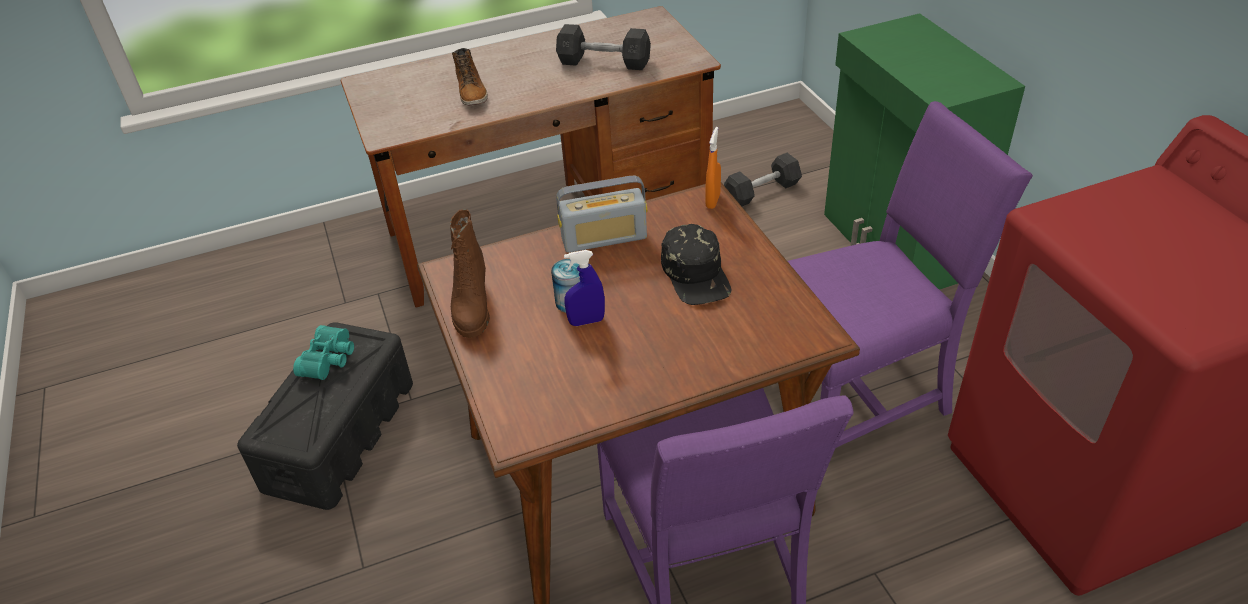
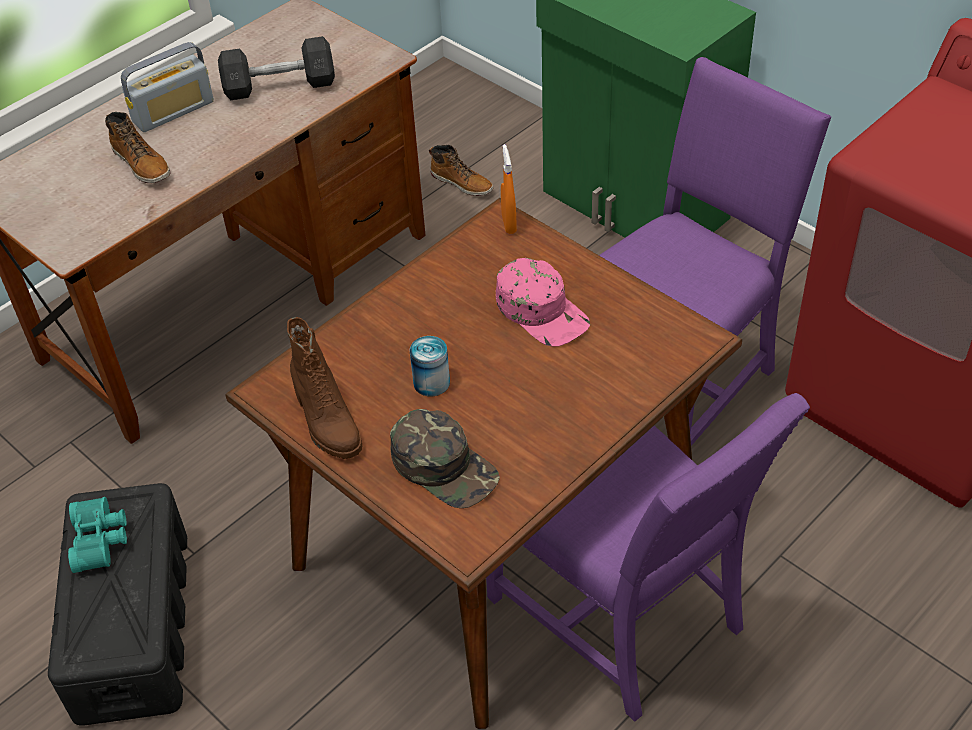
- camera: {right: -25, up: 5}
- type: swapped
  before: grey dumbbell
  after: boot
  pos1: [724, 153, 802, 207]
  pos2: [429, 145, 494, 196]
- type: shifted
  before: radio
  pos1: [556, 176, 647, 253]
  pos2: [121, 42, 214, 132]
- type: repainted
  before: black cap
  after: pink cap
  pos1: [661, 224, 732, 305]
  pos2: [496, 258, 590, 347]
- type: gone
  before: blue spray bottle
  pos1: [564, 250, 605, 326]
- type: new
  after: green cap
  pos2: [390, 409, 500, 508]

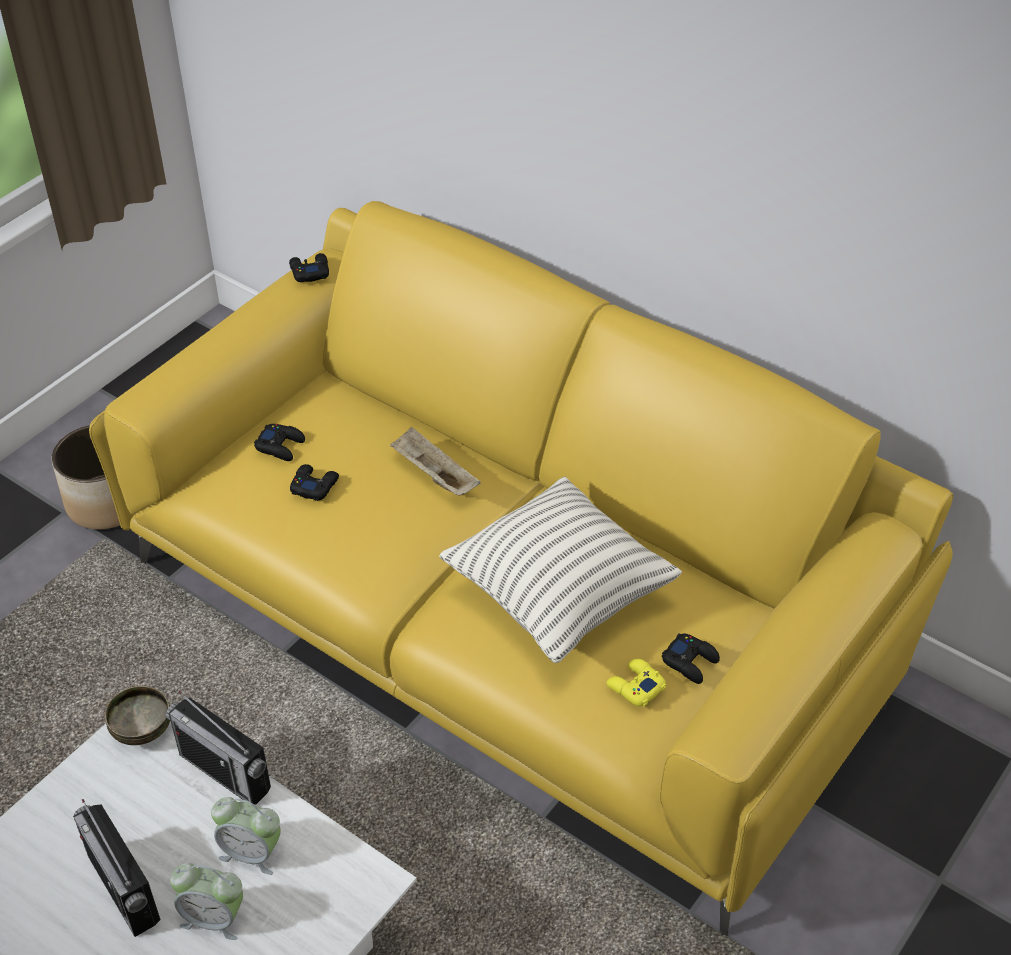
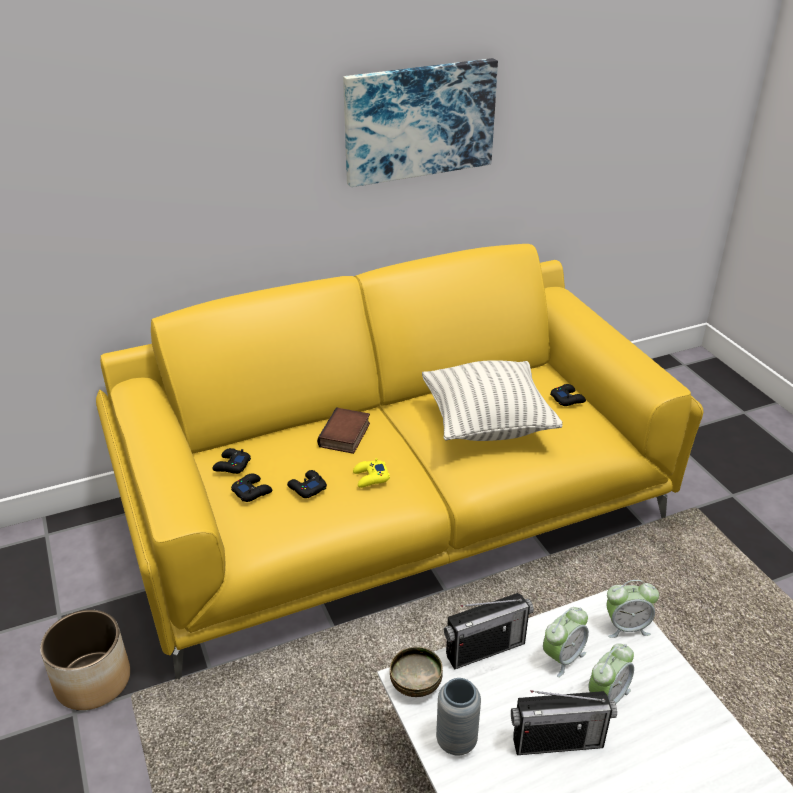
- camera: {right: -60, up: -10}
- type: shifted
  before: black game controller
  pos1: [289, 253, 329, 282]
  pos2: [212, 448, 251, 474]
- type: swapped
  before: beige tray
  after: book
  pos1: [390, 427, 481, 496]
  pos2: [317, 407, 370, 454]
- type: shifted
  before: yellow game controller
  pos1: [606, 659, 666, 706]
  pos2: [353, 458, 390, 488]
- type: new
  after: picture
  pos2: [343, 58, 498, 187]
- type: new
  after: alarm clock
  pos2: [607, 580, 659, 638]
- type: new
  after: grey vase
  pos2: [436, 678, 481, 755]

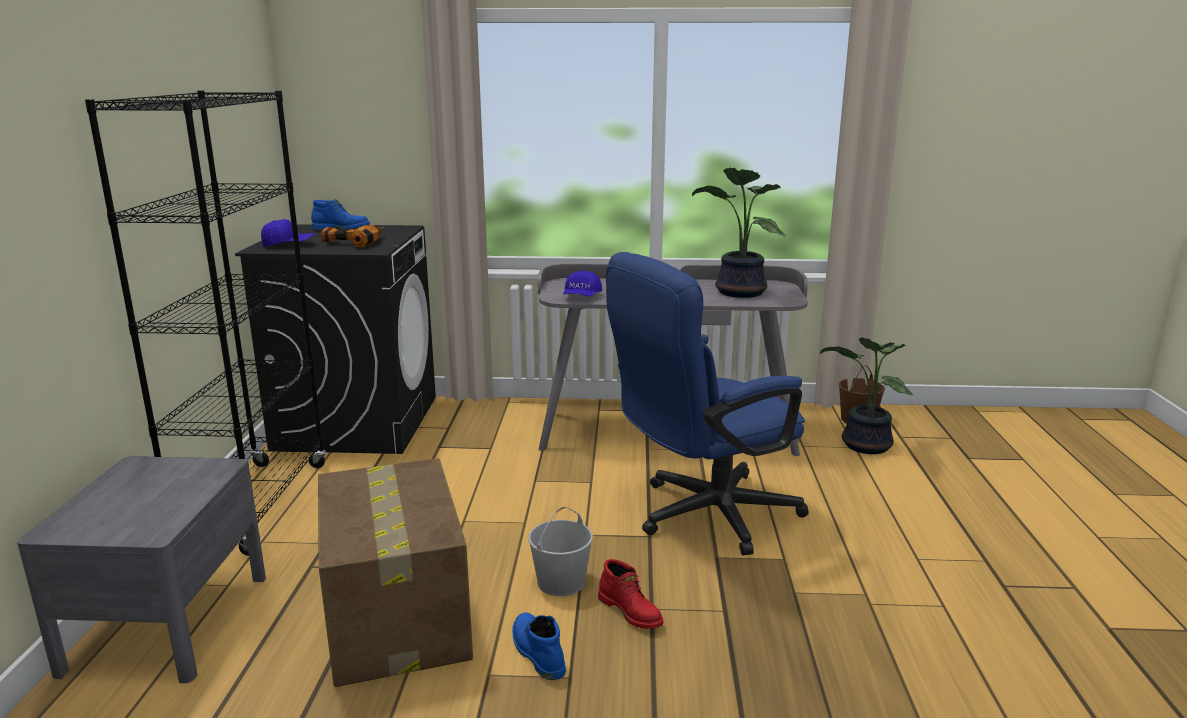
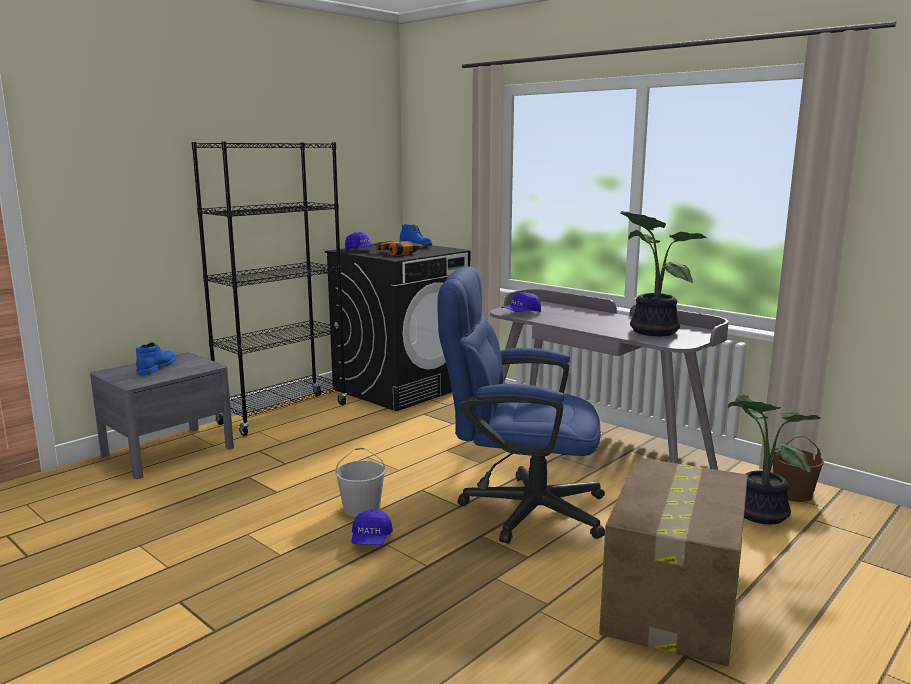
- camera: {right: 40, up: -5}
- type: shifted
  before: cardboard box
  pos1: [318, 458, 473, 687]
  pos2: [599, 457, 748, 666]
- type: swapped
  before: red boot
  after: blue cap
  pos1: [598, 559, 663, 629]
  pos2: [351, 509, 393, 545]
- type: shifted
  before: blue boot
  pos1: [512, 612, 566, 680]
  pos2: [136, 342, 176, 376]

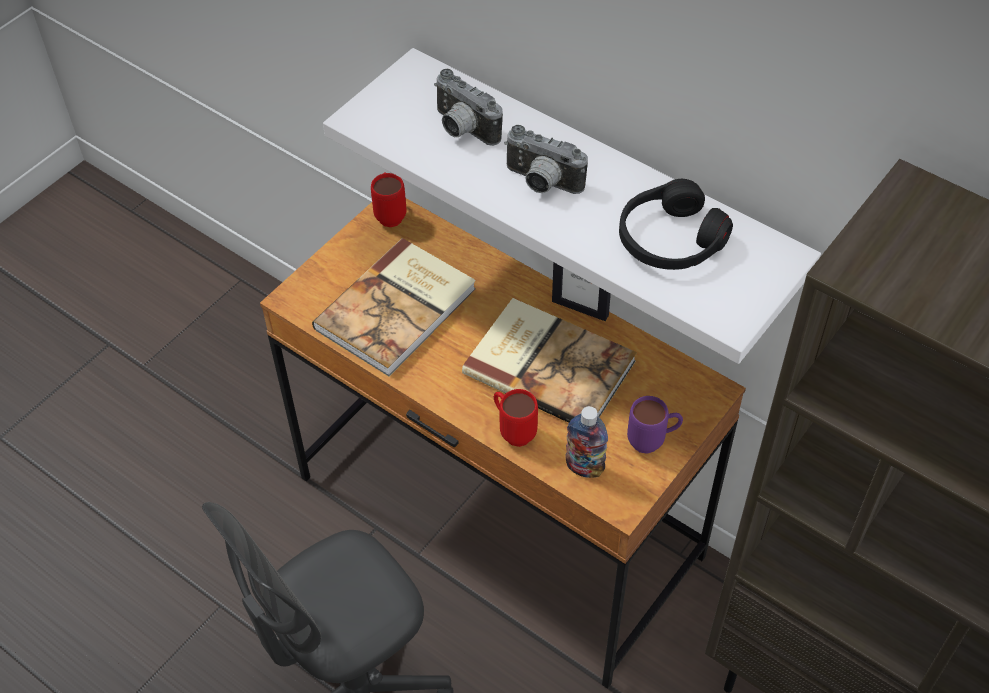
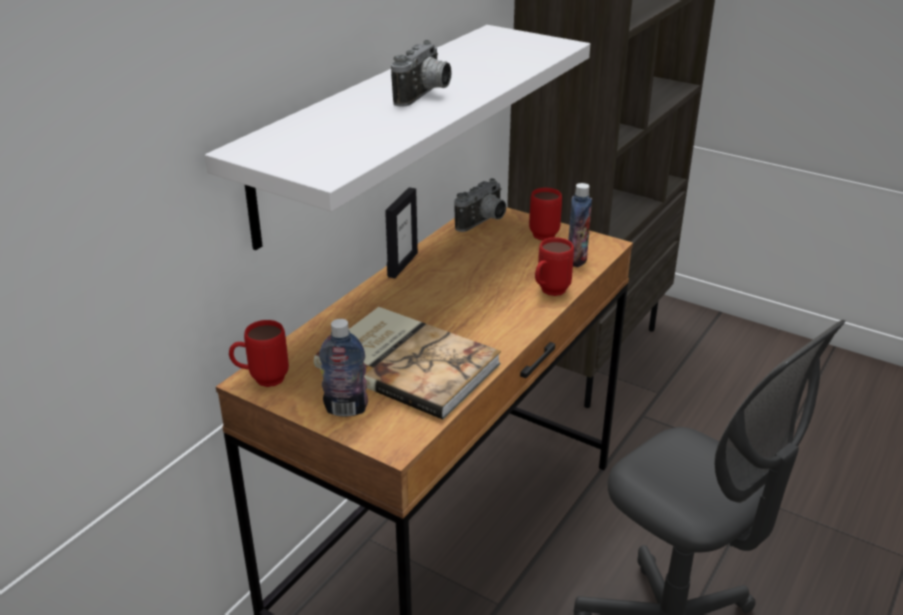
- camera: {right: -95, up: -20}
- type: shifted
  before: photo camera
  pos1: [434, 69, 503, 146]
  pos2: [454, 178, 506, 232]
- type: gone
  before: black headphones
  pos1: [619, 179, 733, 270]
- type: gone
  before: book
  pos1: [462, 298, 637, 423]
- type: repainted
  before: purple mug
  after: red mug
  pos1: [627, 396, 683, 454]
  pos2: [529, 188, 562, 240]
- type: new
  after: bottle
  pos2: [319, 319, 368, 417]

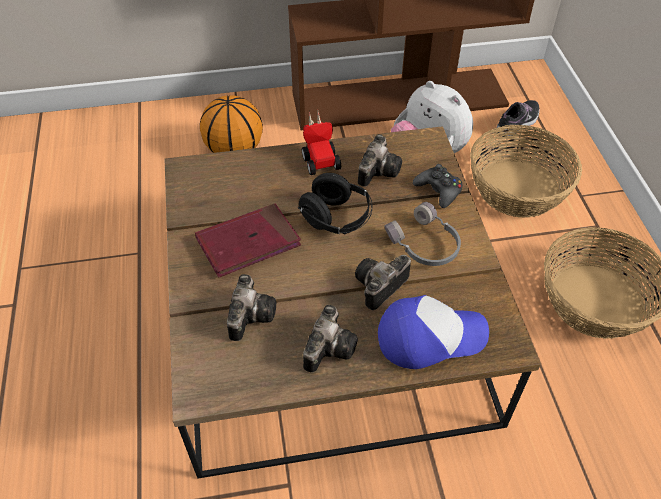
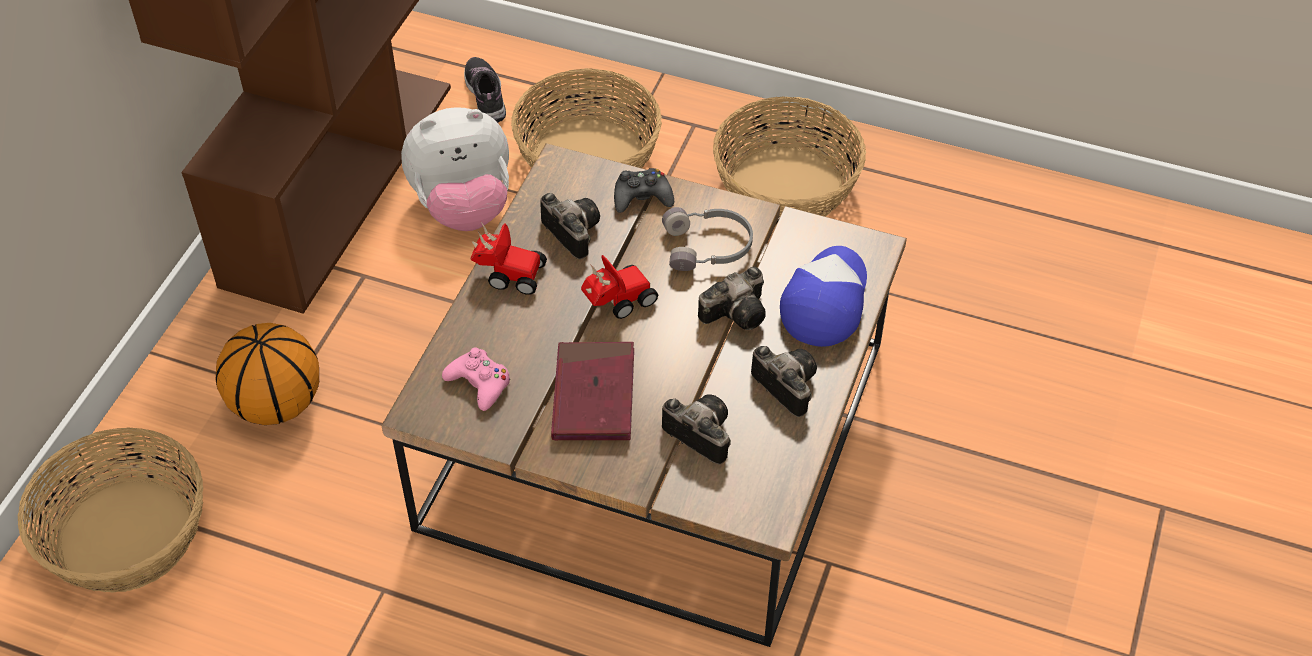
- camera: {right: -60, up: 0}
- type: swapped
  before: black headphones
  after: toy car
  pos1: [297, 173, 372, 234]
  pos2: [581, 255, 658, 319]
- type: rotated
  before: photo camera
  pos1: [355, 255, 411, 310]
  pos2: [698, 267, 766, 330]
  turn: -105
- type: new
  after: pink game controller
  pos2: [442, 347, 510, 411]
- type: new
  after: basket
  pos2: [18, 427, 203, 593]

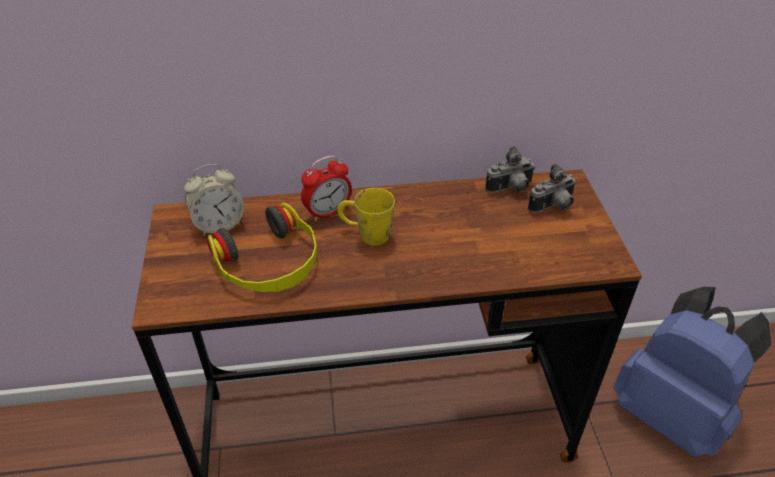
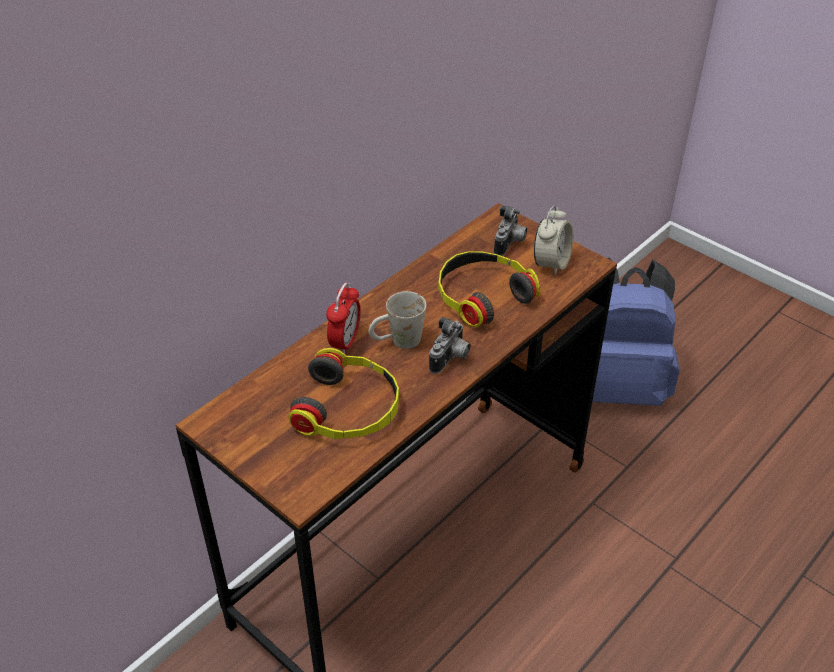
- camera: {right: -40, up: 0}
- type: shifted
  before: photo camera
  pos1: [485, 146, 535, 193]
  pos2: [429, 317, 471, 374]
- type: shifted
  before: alarm clock
  pos1: [184, 164, 244, 236]
  pos2: [534, 205, 573, 276]
- type: repainted
  before: yellow mug
  after: white mug
  pos1: [337, 188, 395, 246]
  pos2: [369, 291, 426, 349]
- type: new
  after: headphones
  pos2: [439, 251, 540, 327]

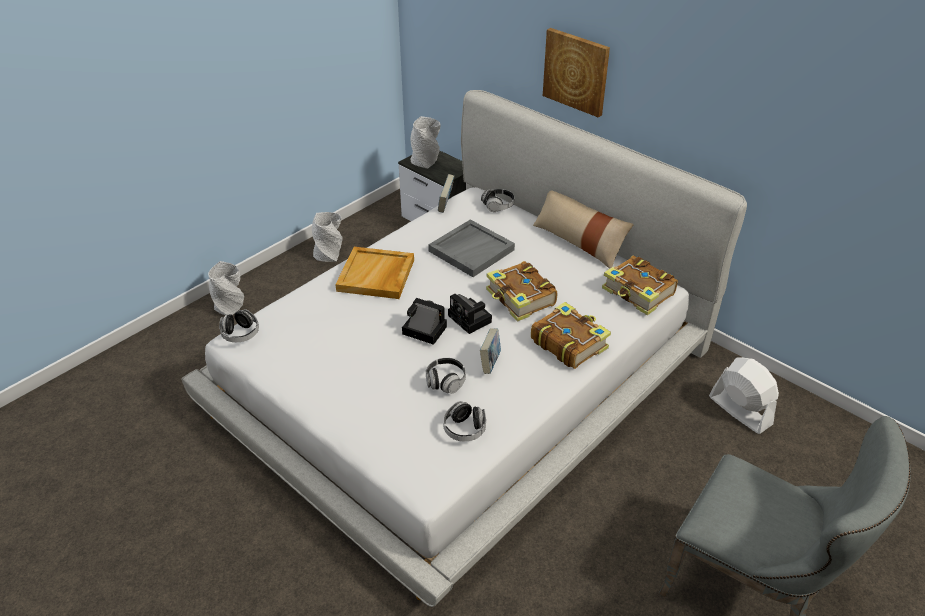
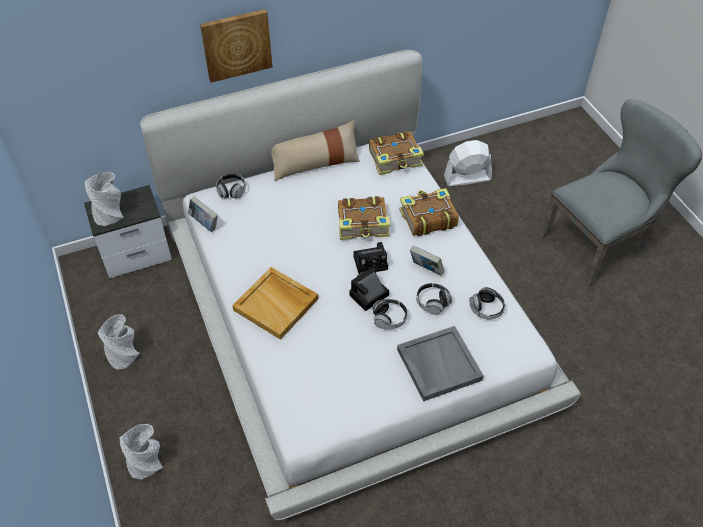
- camera: {right: -65, up: 10}
- type: shifted
  before: grey tray
  pos1: [428, 220, 515, 277]
  pos2: [397, 326, 484, 401]
- type: shifted
  before: headphones
  pos1: [219, 309, 259, 342]
  pos2: [372, 299, 408, 329]

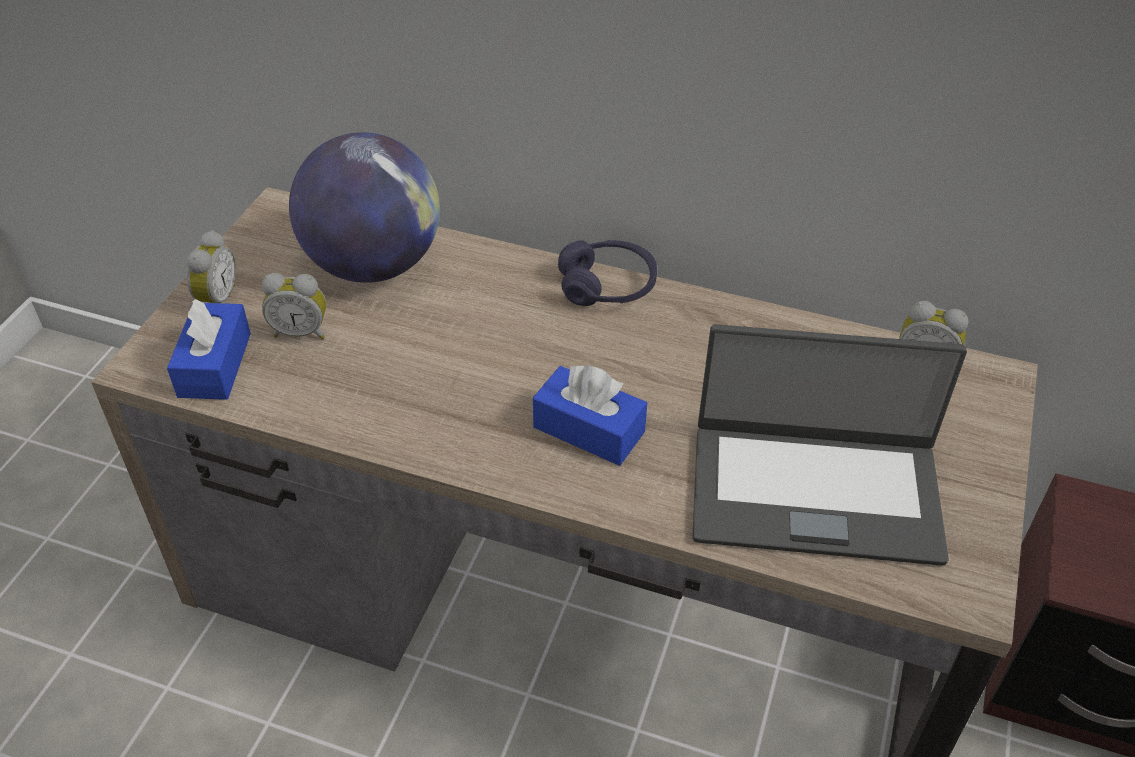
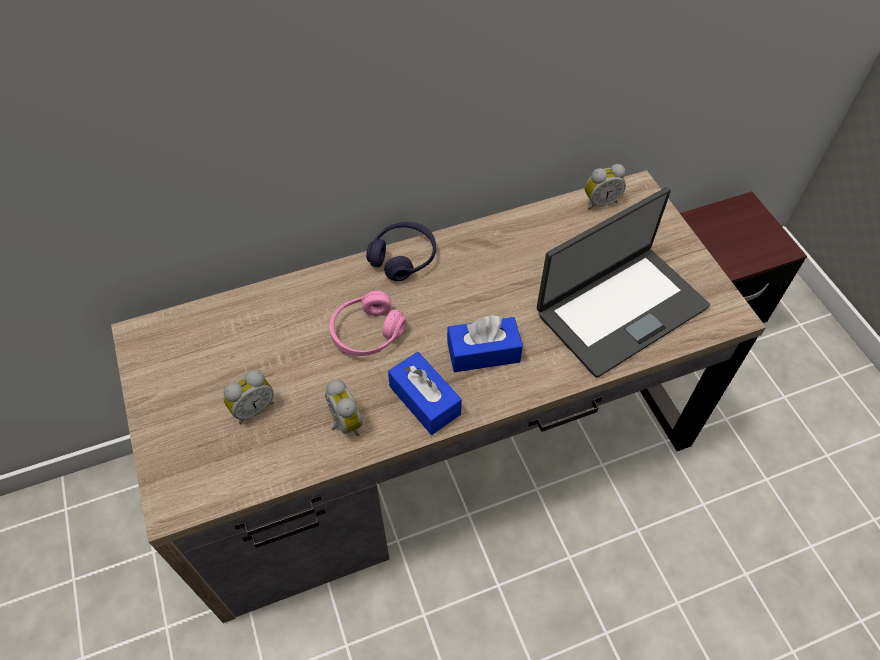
- camera: {right: -40, up: 10}
- type: gone
  before: globe
  pos1: [289, 132, 440, 283]
- type: shifted
  before: alarm clock
  pos1: [187, 230, 236, 303]
  pos2: [325, 380, 363, 436]
- type: shifted
  before: blue tissue box
  pos1: [167, 299, 251, 400]
  pos2: [388, 352, 462, 435]
- type: new
  after: pink headphones
  pos2: [329, 291, 406, 356]

